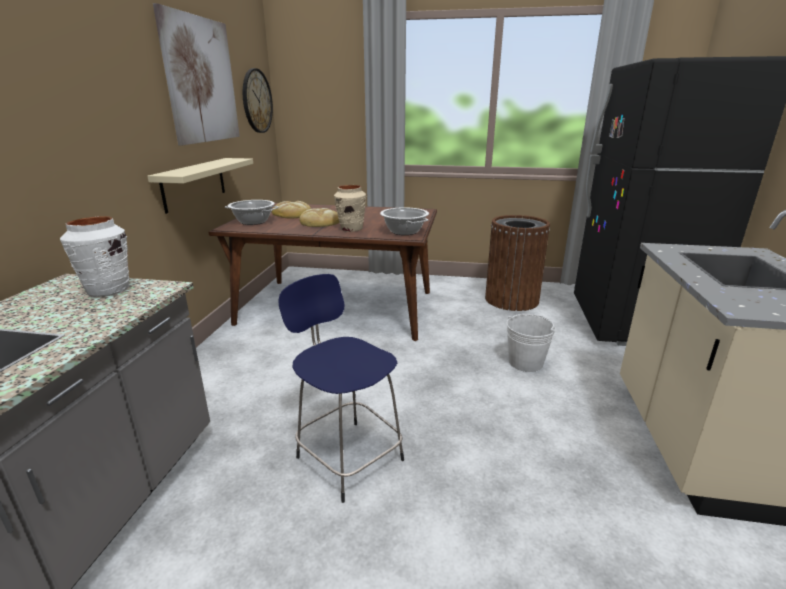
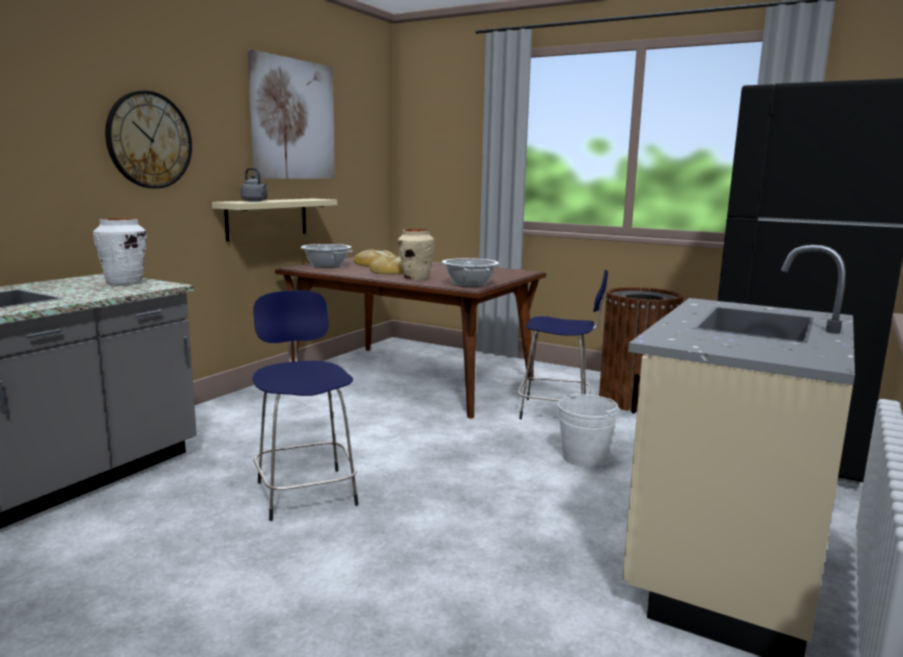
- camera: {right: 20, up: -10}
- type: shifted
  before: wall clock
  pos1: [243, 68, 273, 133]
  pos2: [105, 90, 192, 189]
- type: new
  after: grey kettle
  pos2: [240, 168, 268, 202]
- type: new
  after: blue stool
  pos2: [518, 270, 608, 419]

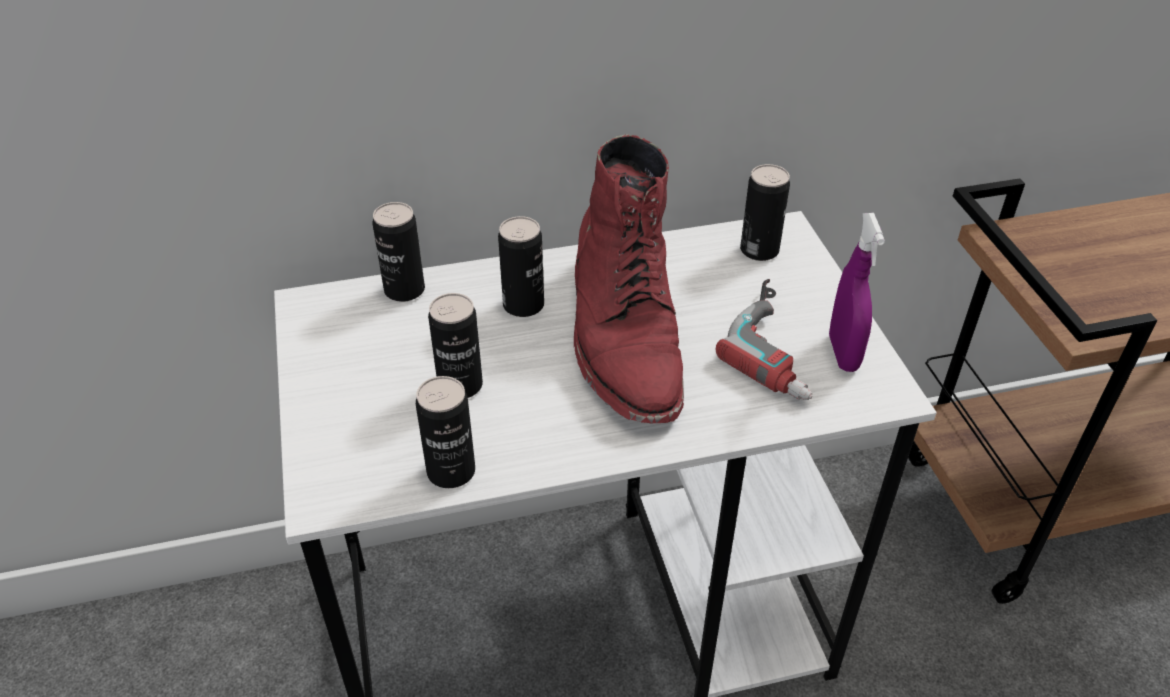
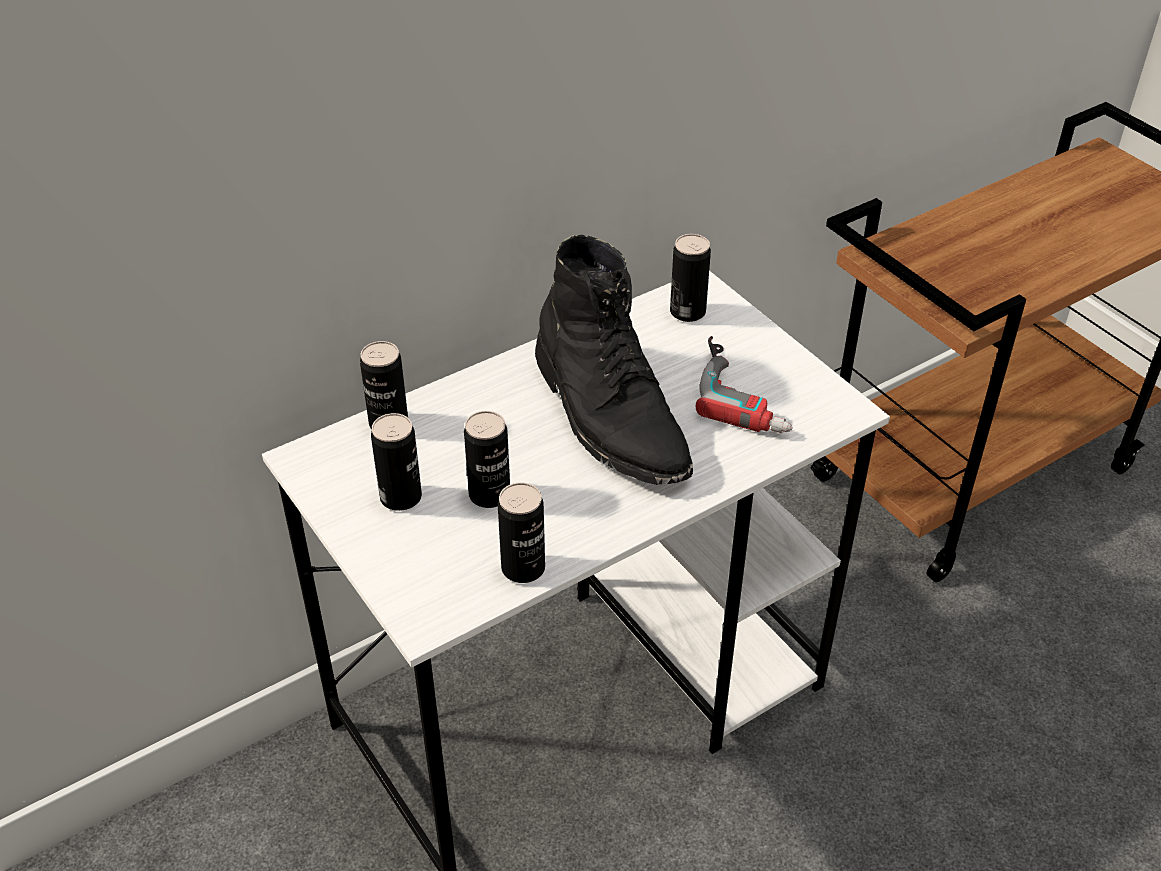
- camera: {right: -20, up: 0}
- type: repainted
  before: red boot
  after: black boot
  pos1: [574, 134, 684, 423]
  pos2: [535, 235, 693, 485]
- type: gone
  before: purple spray bottle
  pos1: [829, 213, 885, 372]
- type: shifted
  before: can
  pos1: [498, 216, 544, 317]
  pos2: [371, 413, 422, 511]

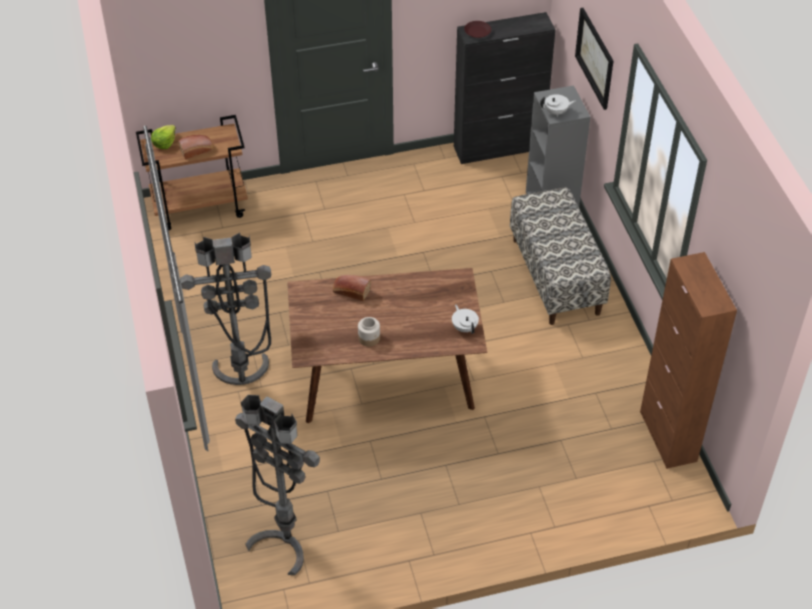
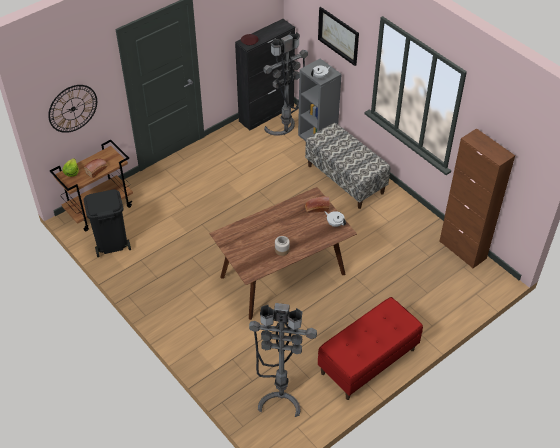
- camera: {right: -25, up: 0}
- type: shifted
  before: grey floor lamp
  pos1: [180, 233, 271, 385]
  pos2: [264, 32, 308, 136]
- type: shifted
  before: bread
  pos1: [333, 275, 371, 301]
  pos2: [305, 196, 329, 213]
- type: new
  after: wall clock
  pos2: [48, 85, 97, 133]
- type: new
  after: black trash can
  pos2: [84, 189, 131, 257]
- type: new
  after: red bench
  pos2: [318, 297, 423, 400]

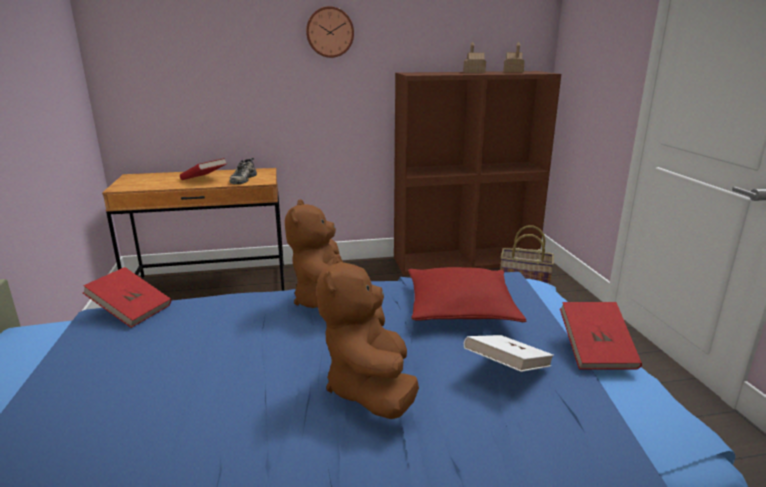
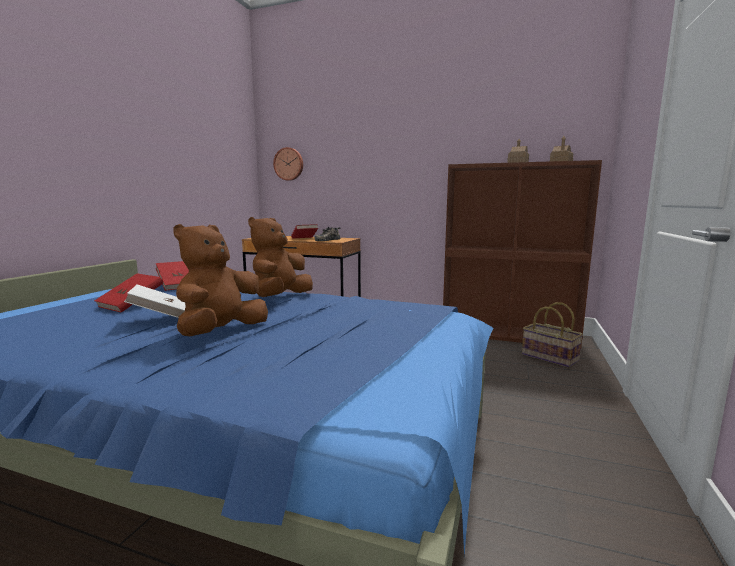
- camera: {right: 30, up: -10}
- type: shifted
  before: wall clock
  pos1: [306, 6, 354, 58]
  pos2: [273, 147, 303, 181]
- type: gone
  before: red pillow
  pos1: [408, 267, 526, 322]
- type: shifted
  before: red book
  pos1: [560, 302, 642, 370]
  pos2: [94, 273, 163, 313]
- type: shifted
  before: white book
  pos1: [464, 335, 554, 372]
  pos2: [124, 284, 186, 318]

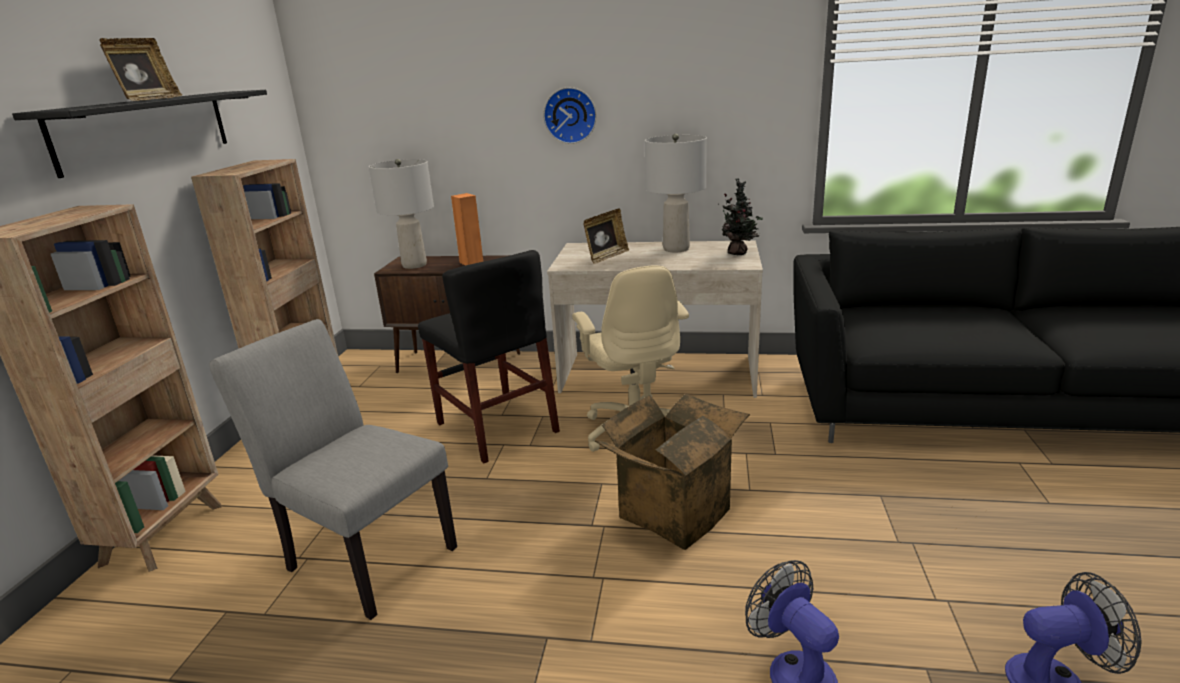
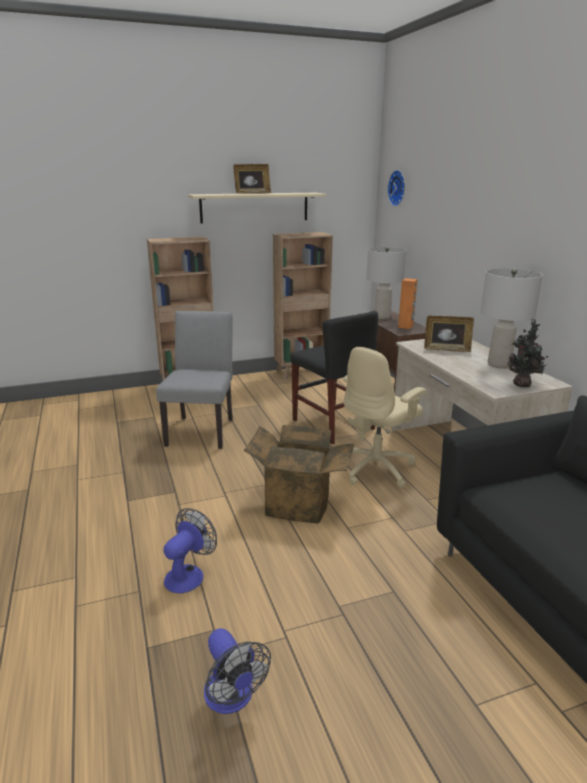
- camera: {right: 60, up: 0}
- type: shifted
  before: wall clock
  pos1: [543, 87, 597, 144]
  pos2: [387, 170, 405, 206]
- type: repainted
  before: black shelf
  after: beige shelf
  pos1: [12, 90, 267, 178]
  pos2: [188, 193, 326, 223]
- type: rotated
  before: black chair
  pos1: [418, 250, 560, 463]
  pos2: [290, 311, 378, 444]
  turn: -60

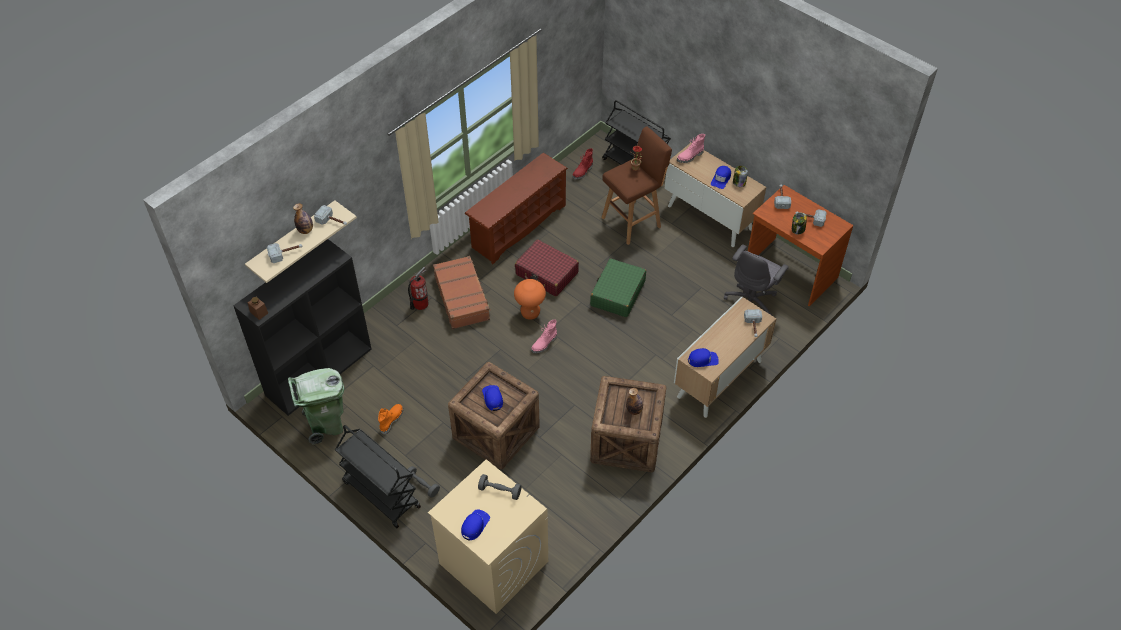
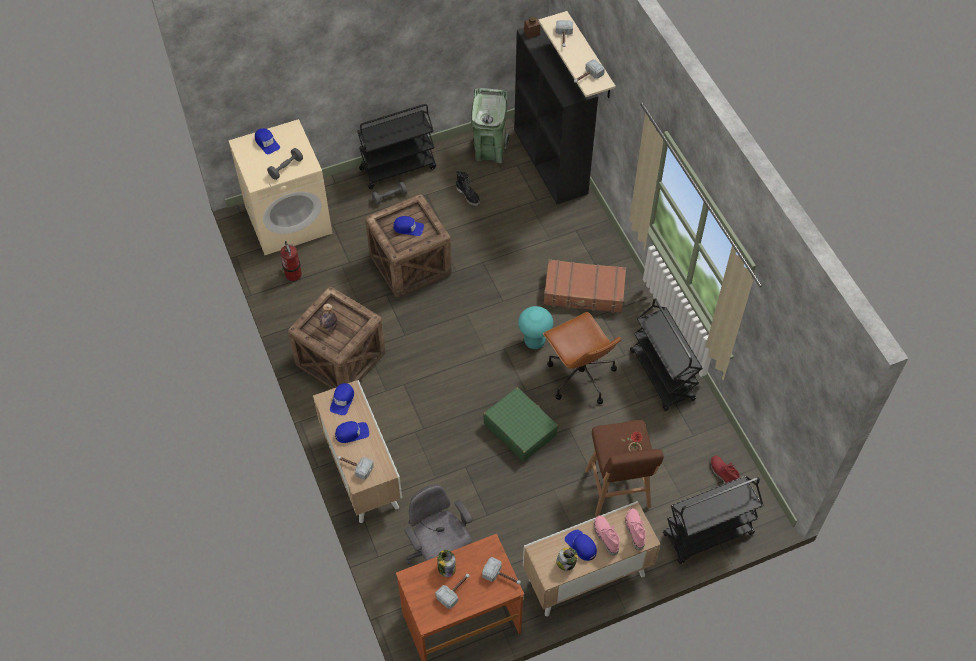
- camera: {right: 115, up: 5}
- type: swapped
  before: brown shoe rack
  after: black cart
  pos1: [465, 153, 568, 264]
  pos2: [630, 298, 703, 411]
- type: gone
  before: bottle
  pos1: [293, 203, 313, 234]
- type: swapped
  before: red suitcase
  after: brown office chair
  pos1: [515, 240, 579, 296]
  pos2: [543, 312, 621, 404]
- type: shifted
  before: fire extinguisher
  pos1: [408, 267, 429, 310]
  pos2: [280, 241, 302, 281]
- type: repainted
  before: orange stool
  after: turquoise stool
  pos1: [514, 279, 546, 320]
  pos2: [518, 306, 553, 349]
- type: shifted
  before: pink boot
  pos1: [531, 319, 557, 354]
  pos2: [594, 515, 620, 555]
- type: repainted
  before: orange boot
  after: black boot
  pos1: [378, 404, 403, 434]
  pos2: [456, 171, 480, 206]
- type: new
  after: blue cap
  pos2: [335, 421, 369, 443]

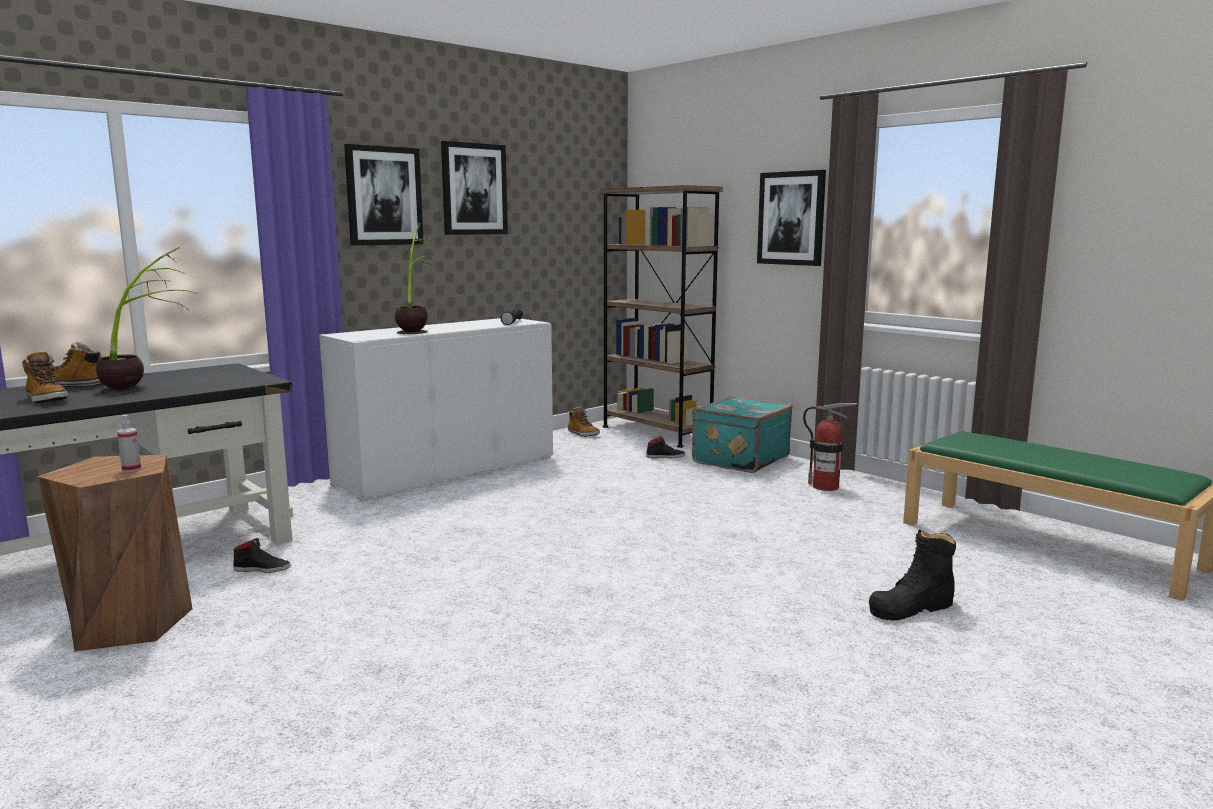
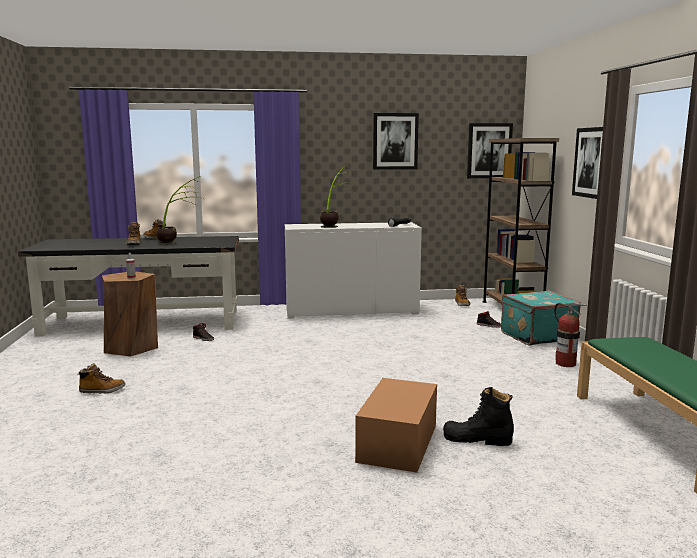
- camera: {right: 35, up: 0}
- type: shifted
  before: picture
  pos1: [344, 144, 424, 246]
  pos2: [467, 123, 513, 178]
- type: new
  after: boot
  pos2: [77, 363, 126, 394]
- type: new
  after: cardboard box
  pos2: [355, 378, 437, 473]

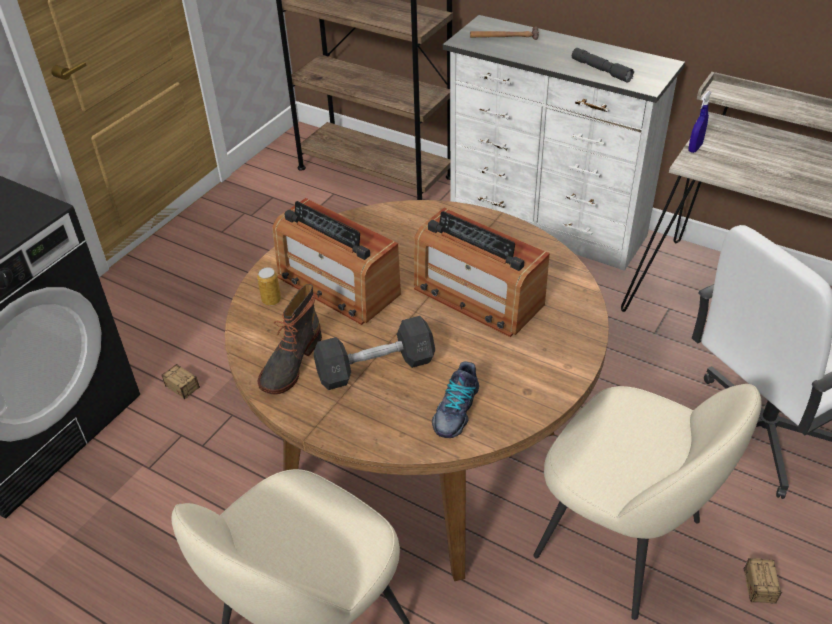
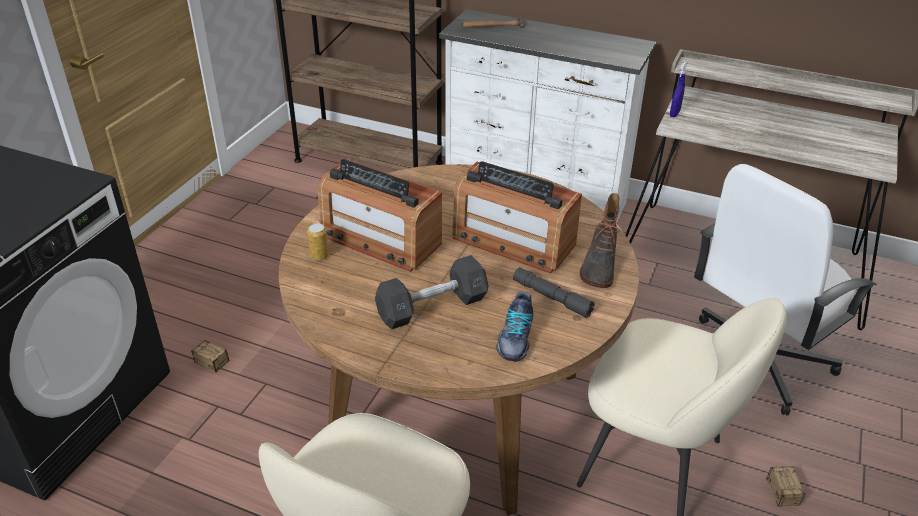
- camera: {right: -10, up: -5}
- type: shifted
  before: grey flashlight
  pos1: [572, 48, 634, 83]
  pos2: [513, 267, 595, 318]
- type: shifted
  before: boot
  pos1: [258, 284, 322, 395]
  pos2: [580, 193, 620, 288]

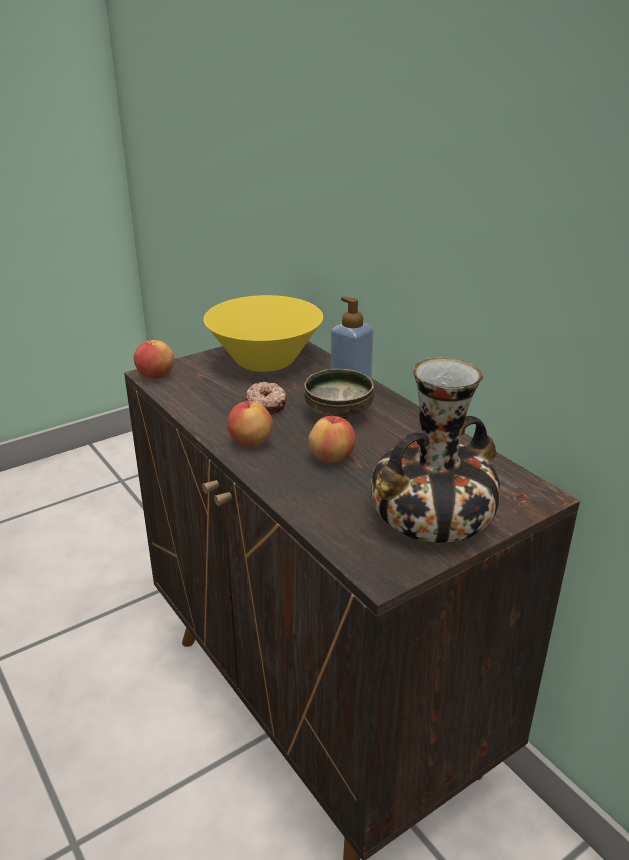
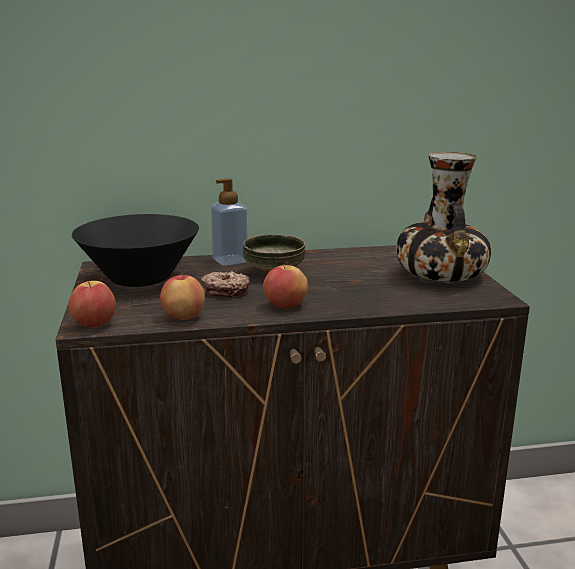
- camera: {right: -65, up: -10}
- type: repainted
  before: yellow bowl
  after: black bowl
  pos1: [204, 295, 323, 372]
  pos2: [72, 214, 199, 287]
- type: shifted
  before: apple
  pos1: [308, 416, 356, 463]
  pos2: [160, 275, 205, 320]

